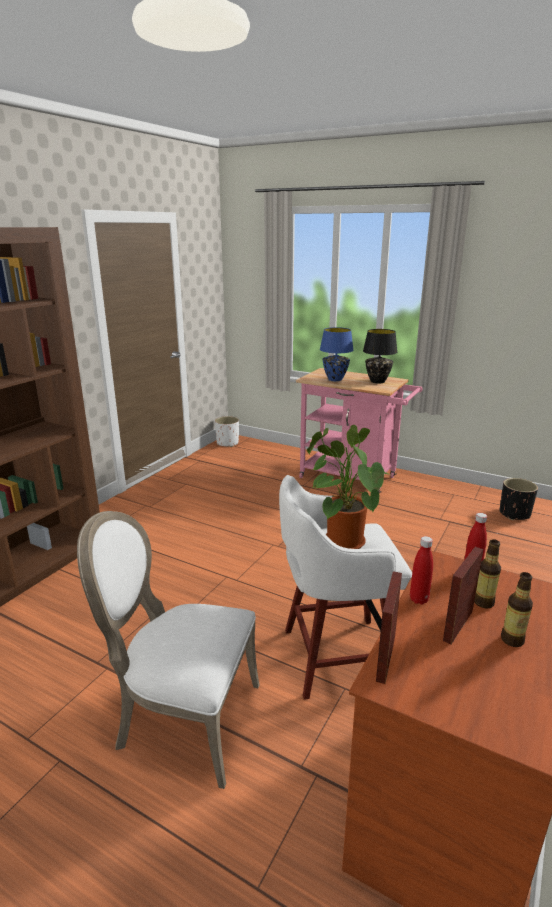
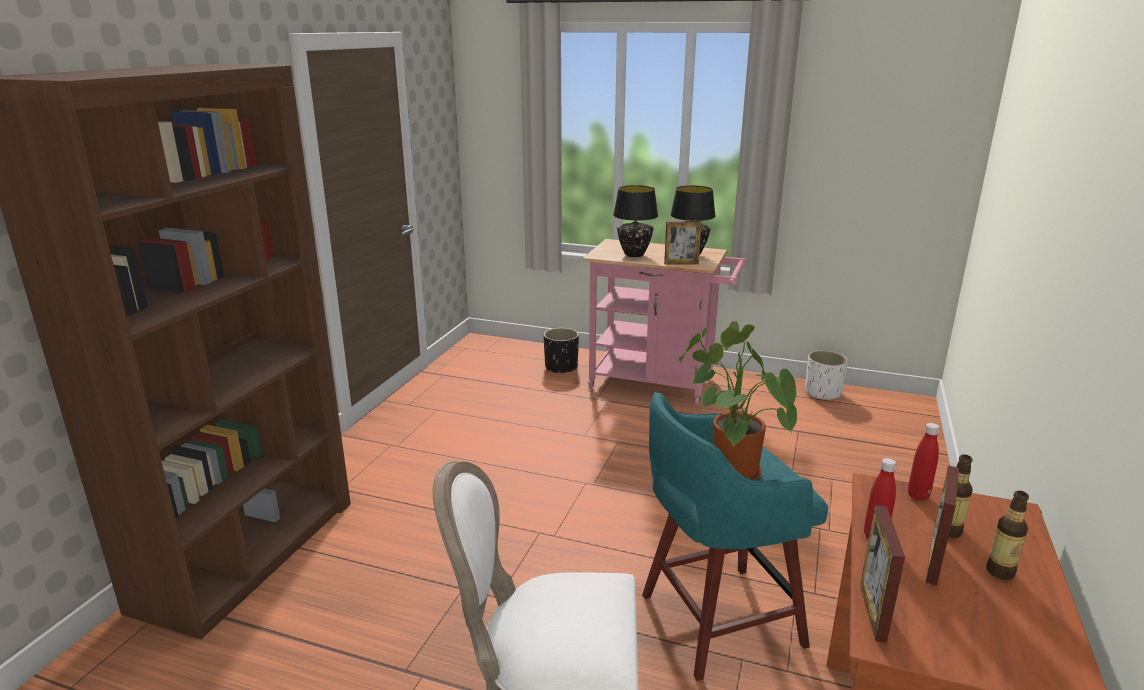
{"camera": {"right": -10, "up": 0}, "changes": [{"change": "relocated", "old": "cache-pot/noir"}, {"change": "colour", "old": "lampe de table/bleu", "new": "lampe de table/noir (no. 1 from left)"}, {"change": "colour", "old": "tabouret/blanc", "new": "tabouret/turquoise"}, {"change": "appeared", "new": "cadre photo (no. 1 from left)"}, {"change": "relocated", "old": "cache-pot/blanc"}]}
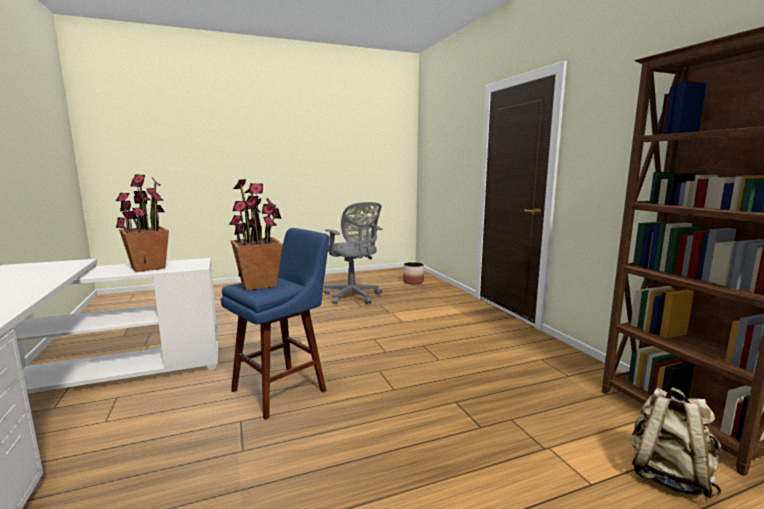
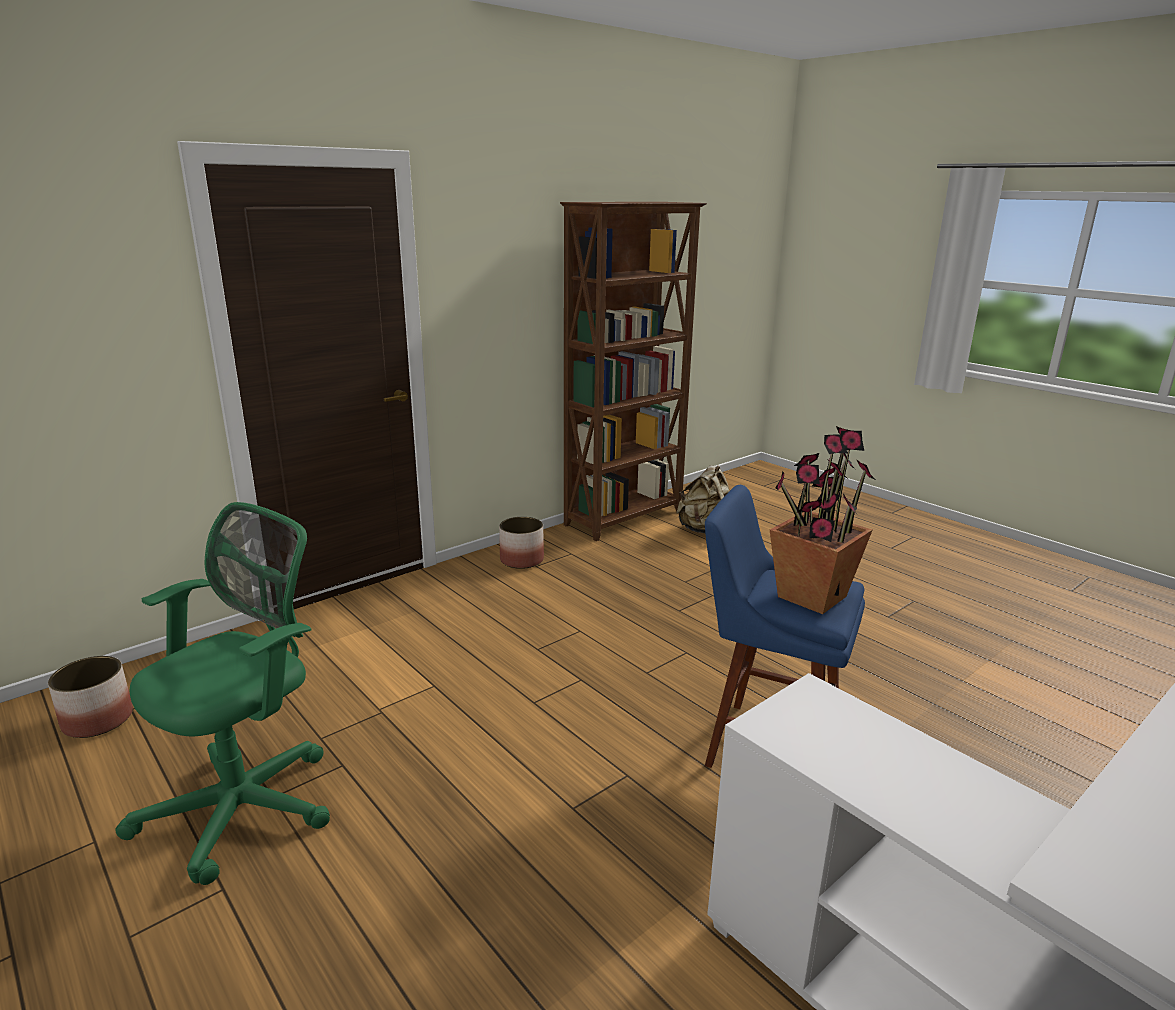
{"camera": {"right": -110, "up": 10}, "changes": [{"change": "colour", "old": "chaise de bureau/gris", "new": "chaise de bureau/vert"}, {"change": "appeared", "new": "cache-pot (no. 2 from left)"}, {"change": "missing", "old": "plante en pot (no. 1 from left)"}]}
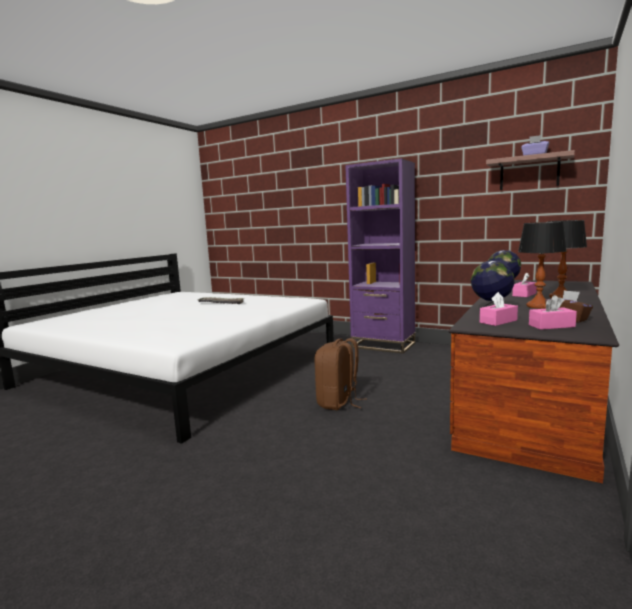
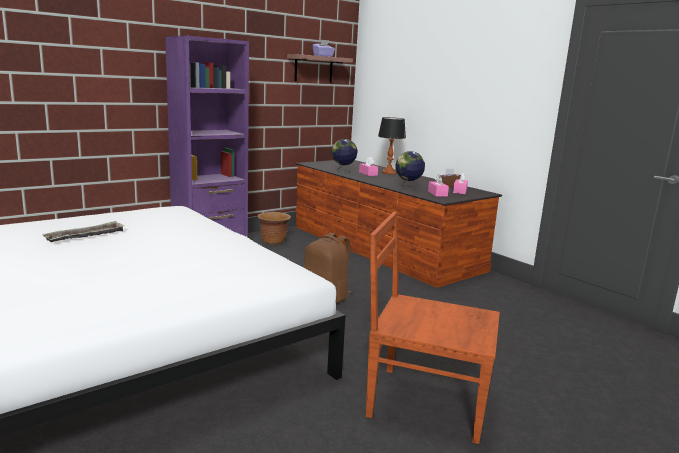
{"camera": {"right": -70, "up": 5}, "changes": [{"change": "appeared", "new": "cache-pot/marron"}, {"change": "appeared", "new": "chaise/marron"}, {"change": "missing", "old": "lampe de table (no. 1 from left)"}]}
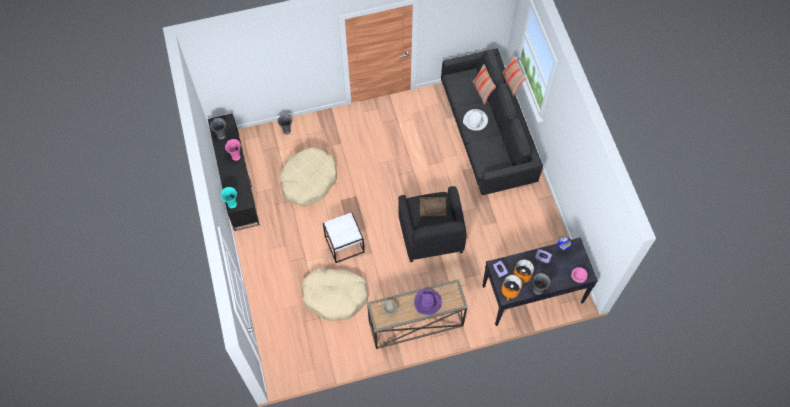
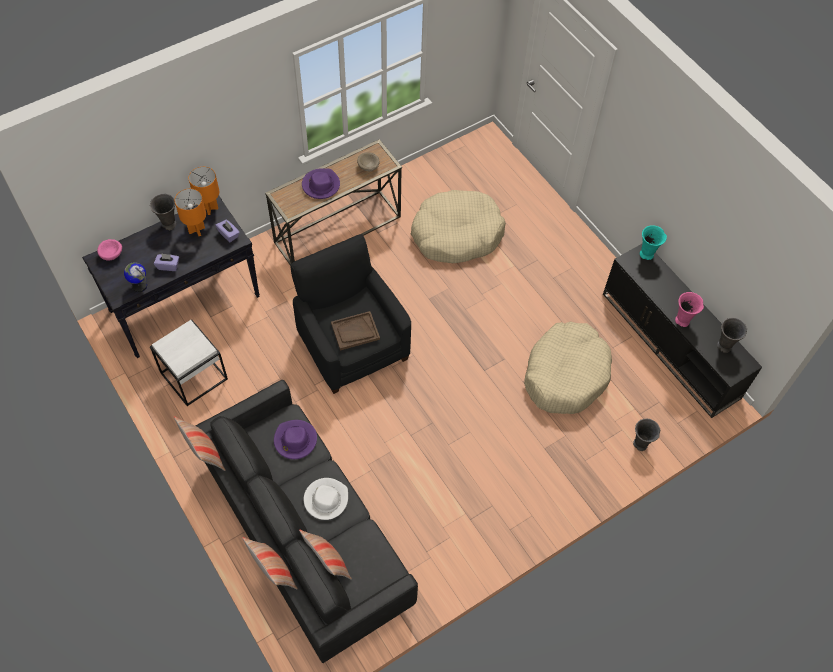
{"camera": {"right": 160, "up": -5}, "changes": [{"change": "relocated", "old": "table d'appoint/blanc"}, {"change": "appeared", "new": "coussin (no. 1 from left)"}, {"change": "appeared", "new": "chapeau/violet (no. 1 from left)"}]}
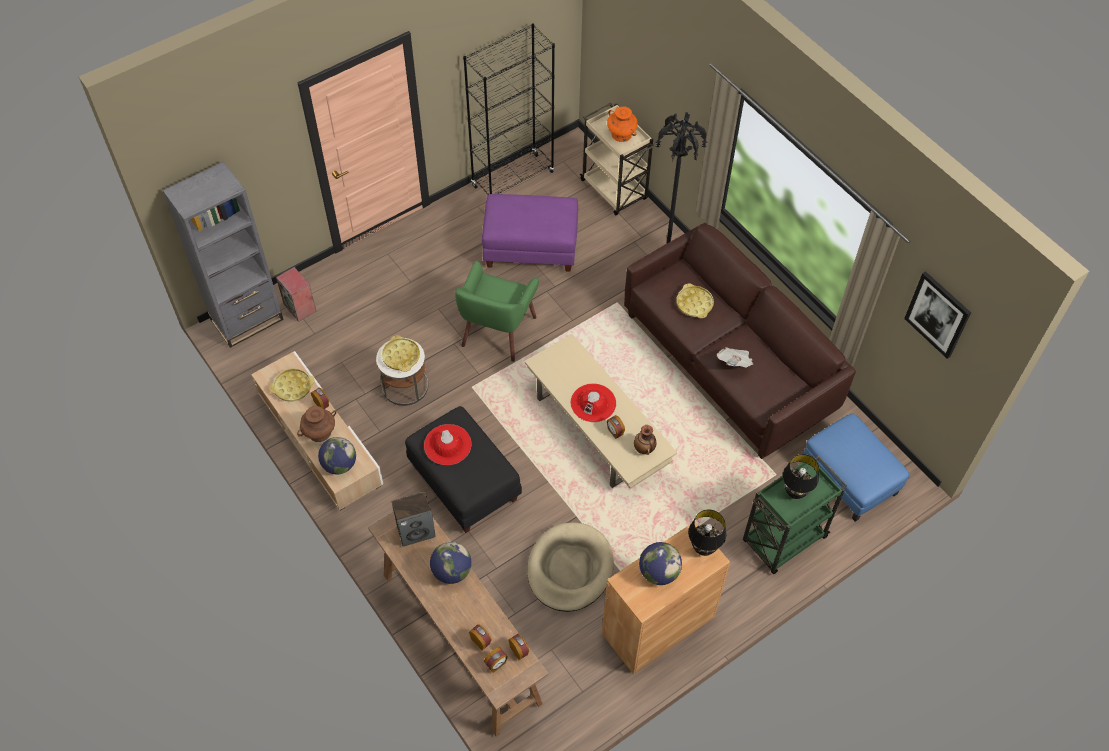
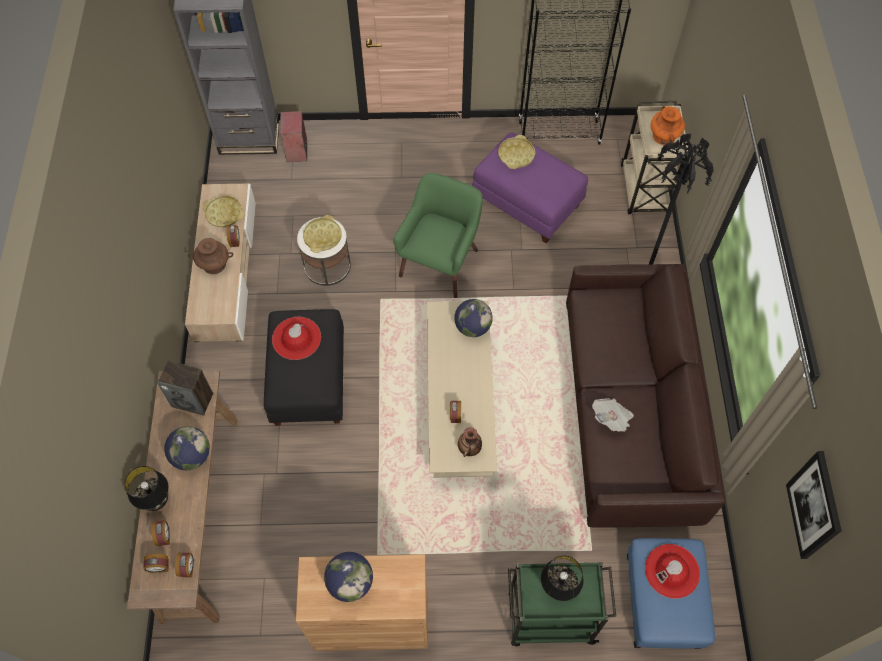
{"camera": {"right": 35, "up": 5}, "changes": [{"change": "relocated", "old": "lampe de table/noir (no. 1 from left)"}, {"change": "spun", "old": "fauteuil/vert", "degrees": 150}, {"change": "relocated", "old": "globe (no. 1 from left in the first image)", "new": "globe (no. 3 from left)"}, {"change": "relocated", "old": "plateau/jaune (no. 3 from left)"}, {"change": "relocated", "old": "chapeau/rouge (no. 2 from left)"}, {"change": "missing", "old": "panier pour chien/beige"}]}
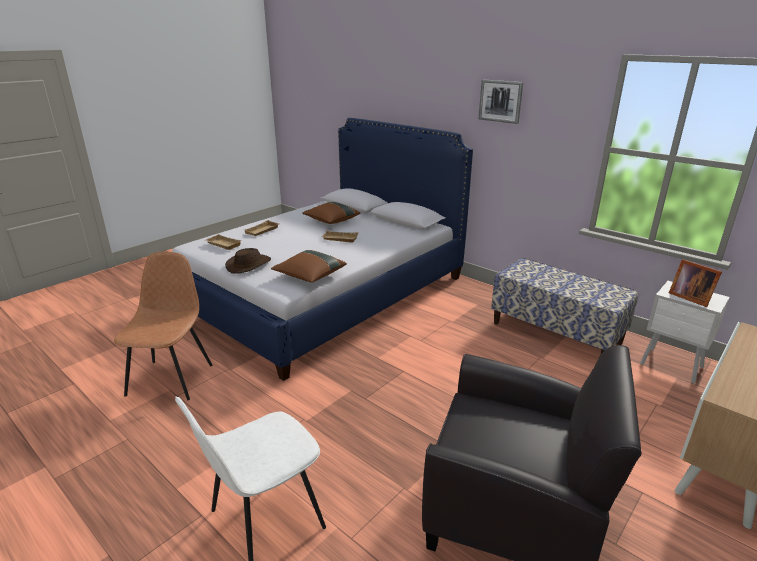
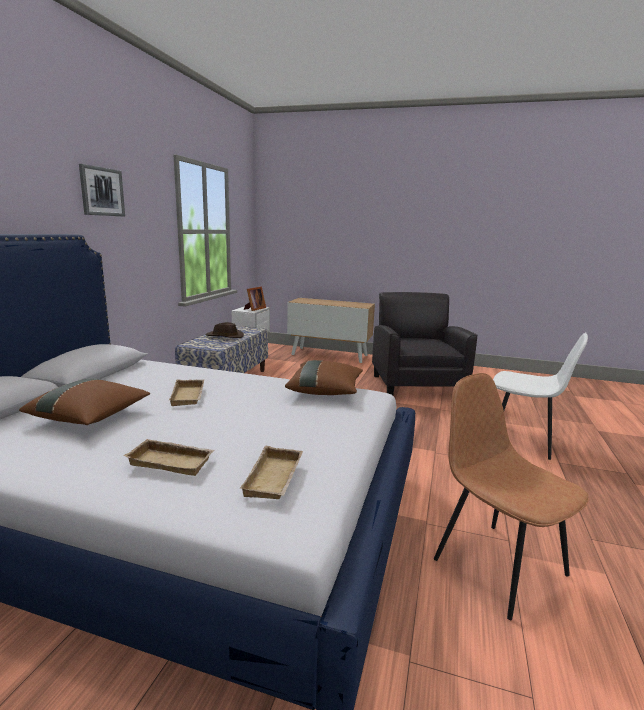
{"camera": {"right": -115, "up": -10}, "changes": [{"change": "relocated", "old": "chapeau/marron"}, {"change": "spun", "old": "chaise/marron", "degrees": 75}]}
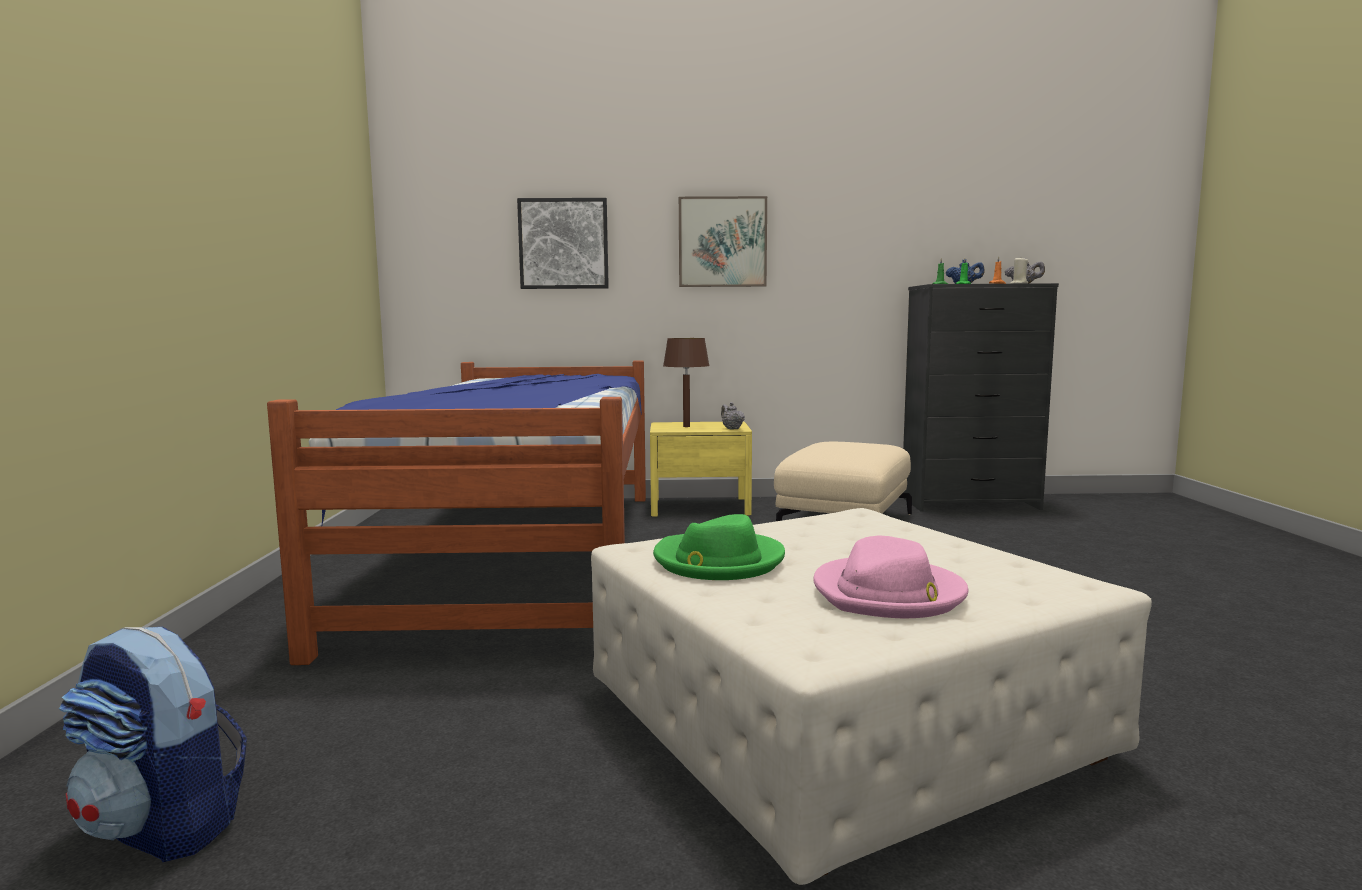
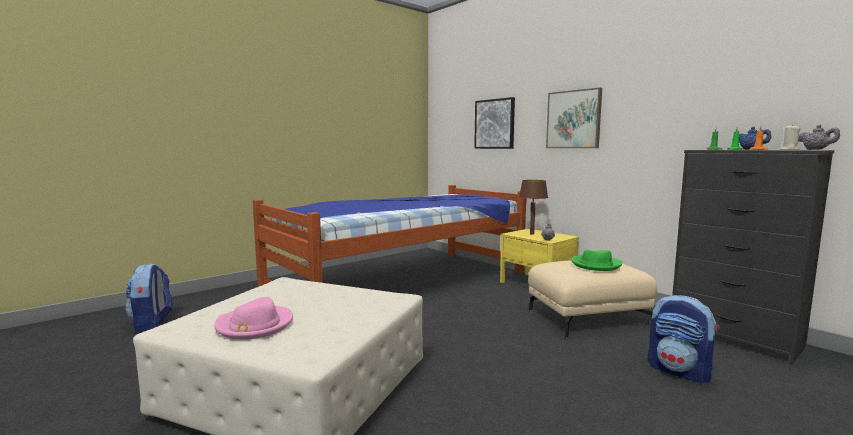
{"camera": {"right": 50, "up": 0}, "changes": [{"change": "relocated", "old": "chapeau/vert"}, {"change": "appeared", "new": "sac à dos (no. 2 from left)"}]}
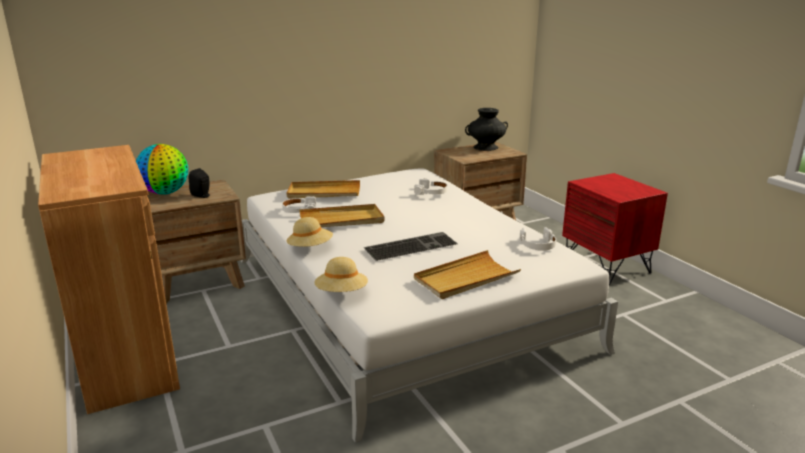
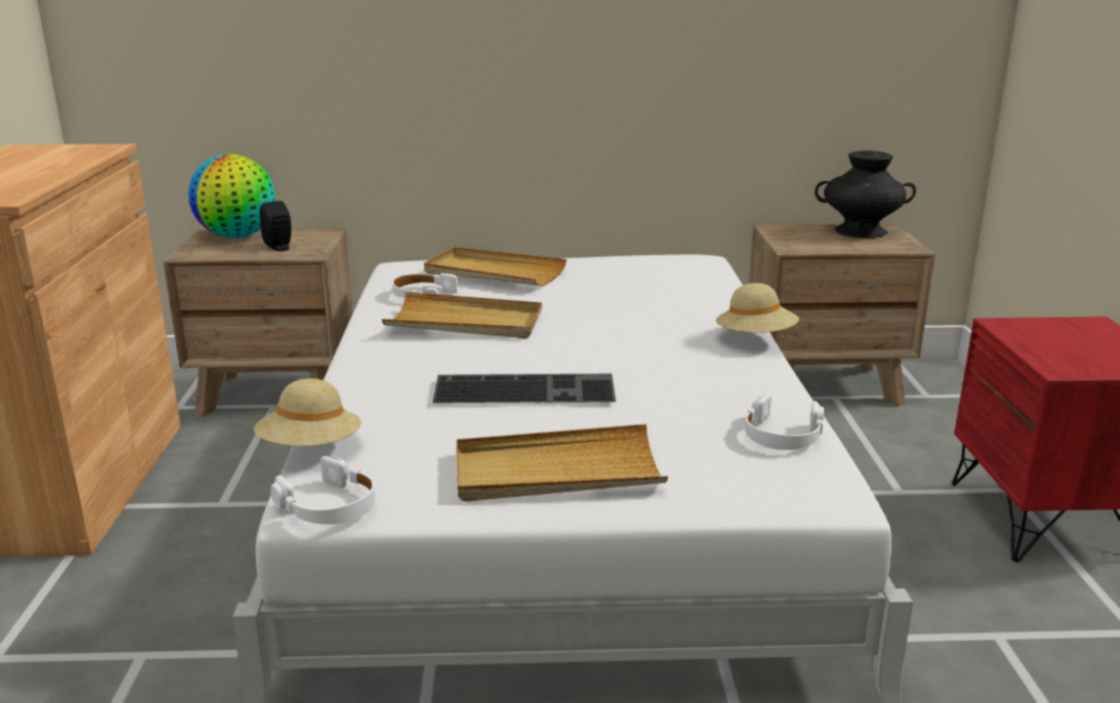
{"camera": {"right": 25, "up": 0}, "changes": [{"change": "relocated", "old": "casque audio/blanc (no. 2 from left in the first image)", "new": "casque audio/blanc (no. 1 from left)"}, {"change": "relocated", "old": "chapeau/beige (no. 1 from left in the first image)", "new": "chapeau/beige (no. 2 from left)"}]}
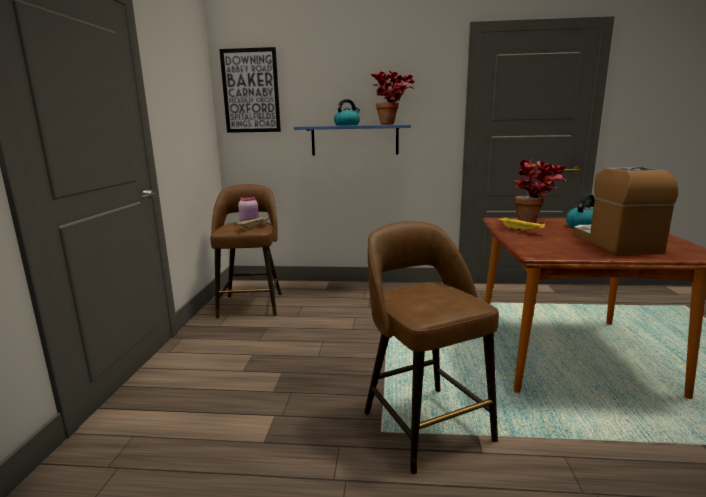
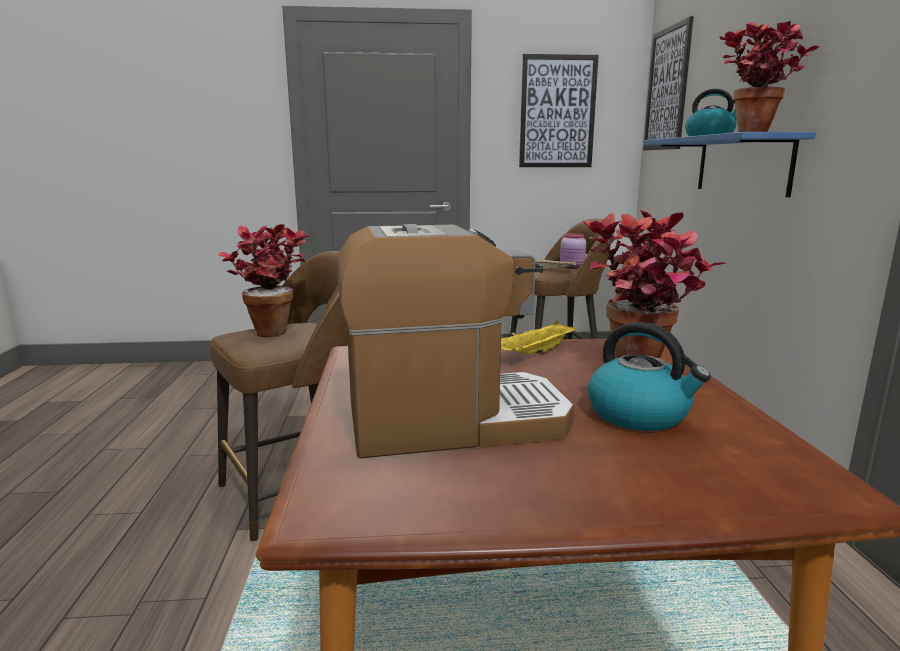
{"camera": {"right": 80, "up": 0}, "changes": [{"change": "appeared", "new": "plante en pot (no. 1 from left)"}, {"change": "appeared", "new": "tableau (no. 1 from left)"}]}
